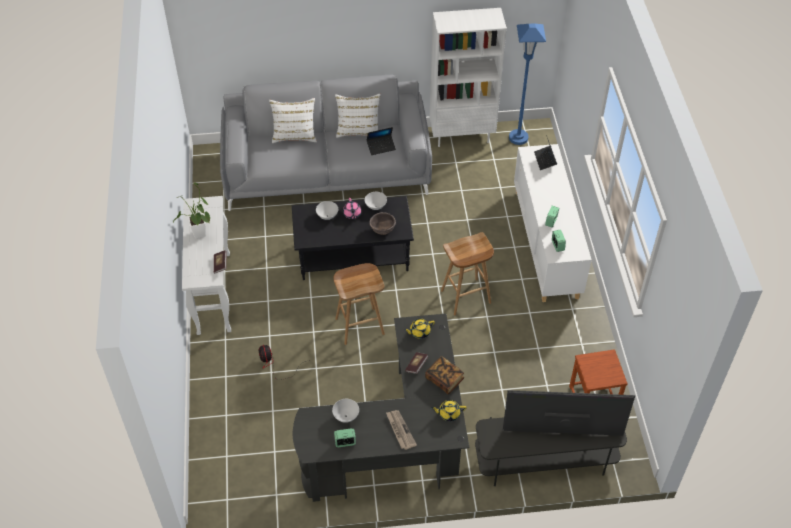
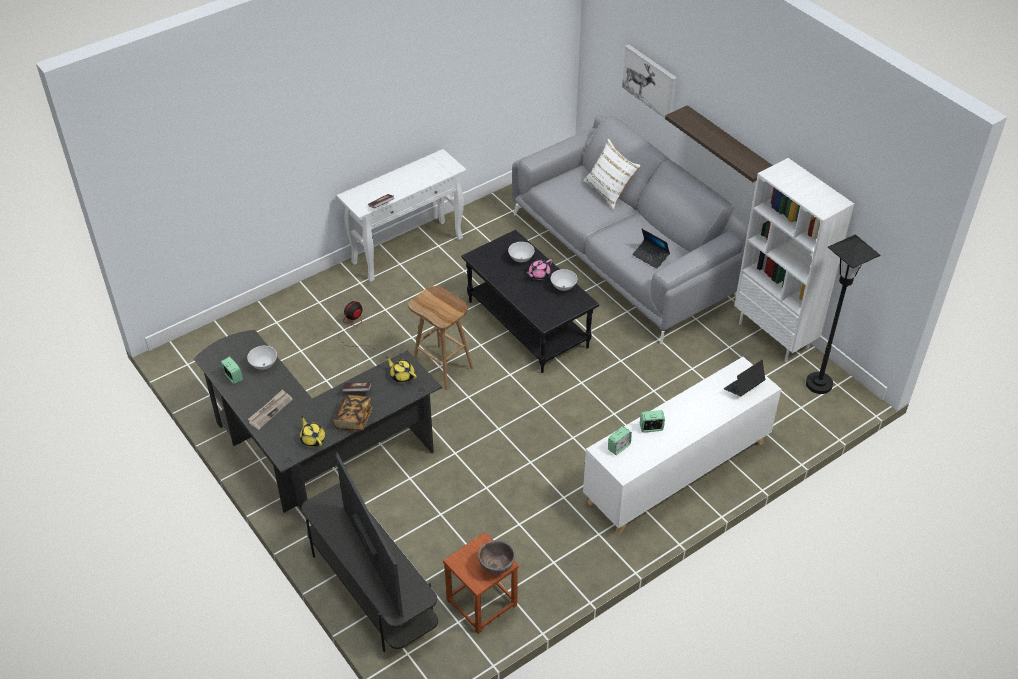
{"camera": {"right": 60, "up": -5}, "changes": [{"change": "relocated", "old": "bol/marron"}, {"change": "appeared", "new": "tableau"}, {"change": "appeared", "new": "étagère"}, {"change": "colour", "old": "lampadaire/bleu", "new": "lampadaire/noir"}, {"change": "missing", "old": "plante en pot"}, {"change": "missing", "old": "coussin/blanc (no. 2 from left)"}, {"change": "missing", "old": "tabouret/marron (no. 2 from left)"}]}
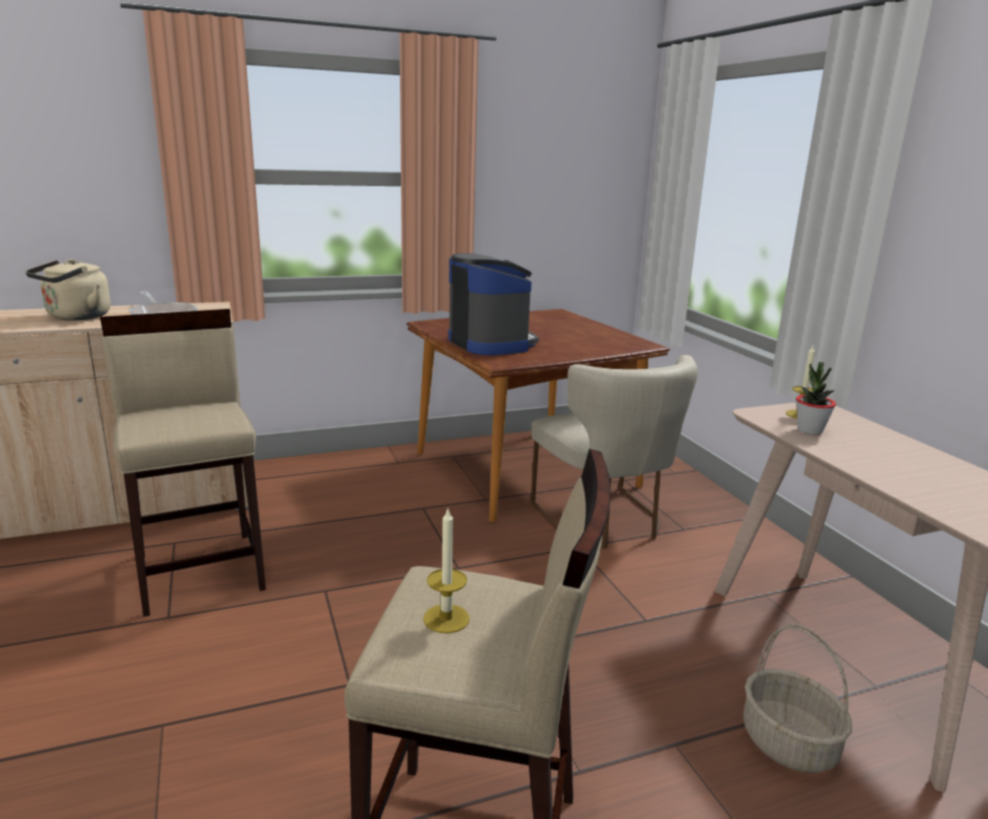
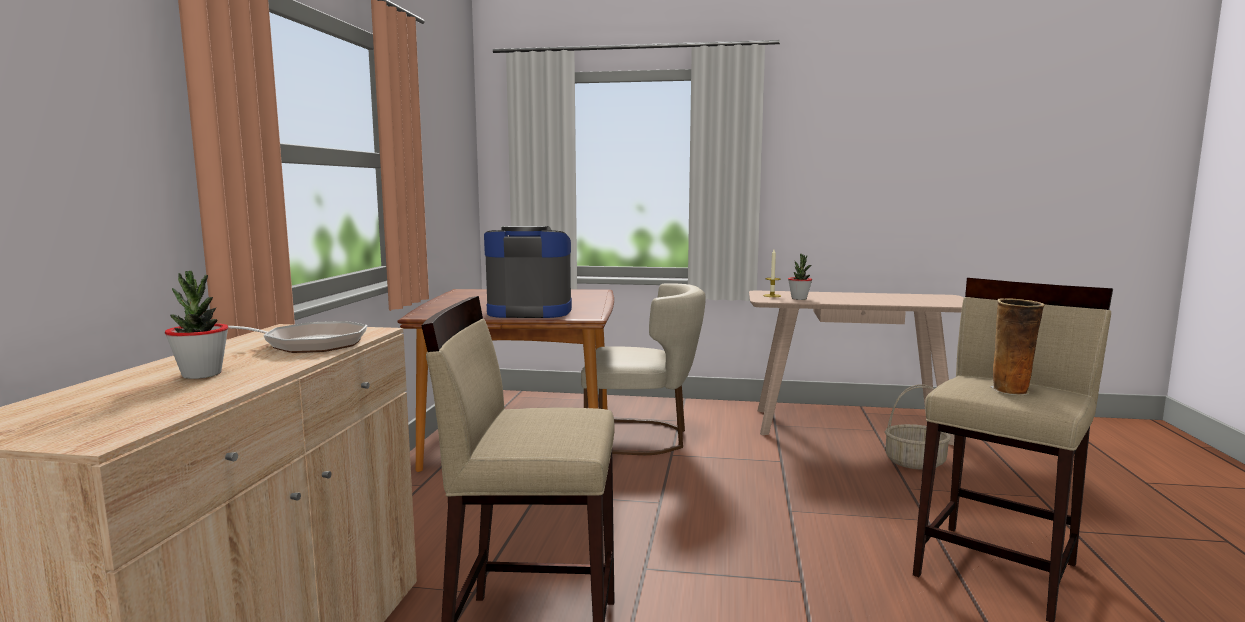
{"camera": {"right": -60, "up": -10}, "changes": [{"change": "exchanged", "old": "bouilloire/beige", "new": "plante en pot (no. 1 from left)"}, {"change": "exchanged", "old": "bougie (no. 1 from left)", "new": "vase"}]}
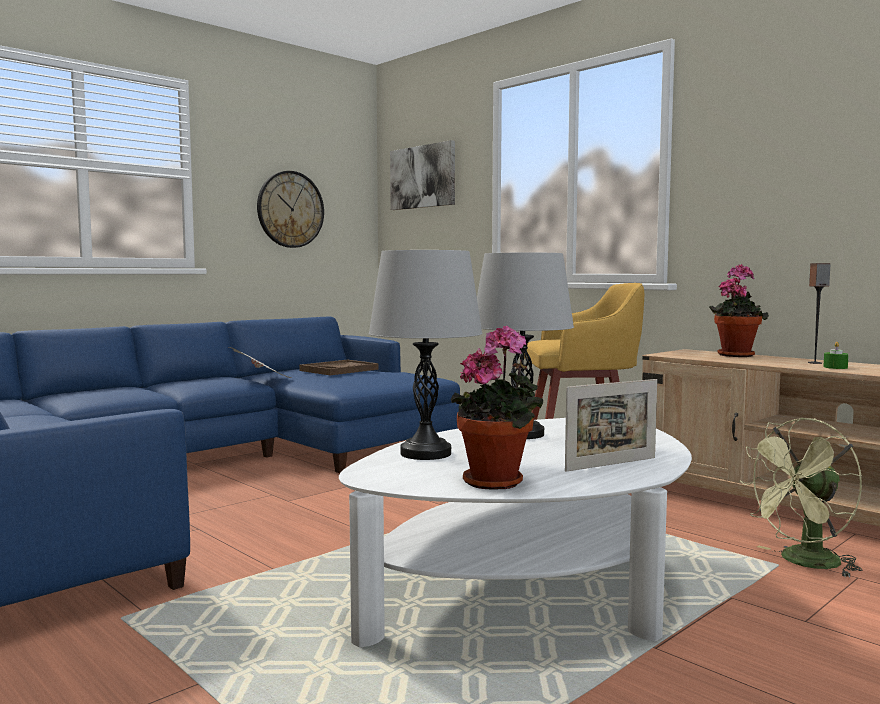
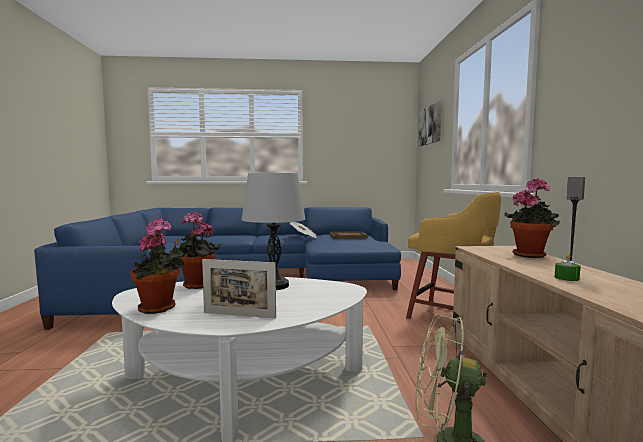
{"camera": {"right": 40, "up": 0}, "changes": [{"change": "exchanged", "old": "lampe de table/gris (no. 1 from left)", "new": "plante en pot (no. 2 from left)"}, {"change": "missing", "old": "horloge murale"}]}
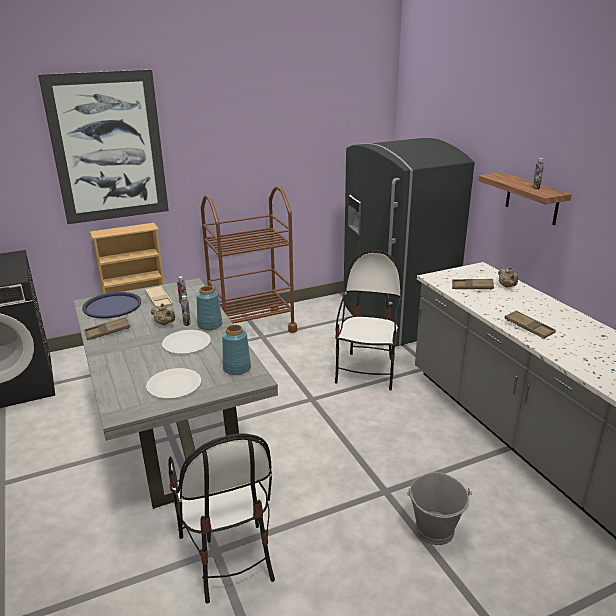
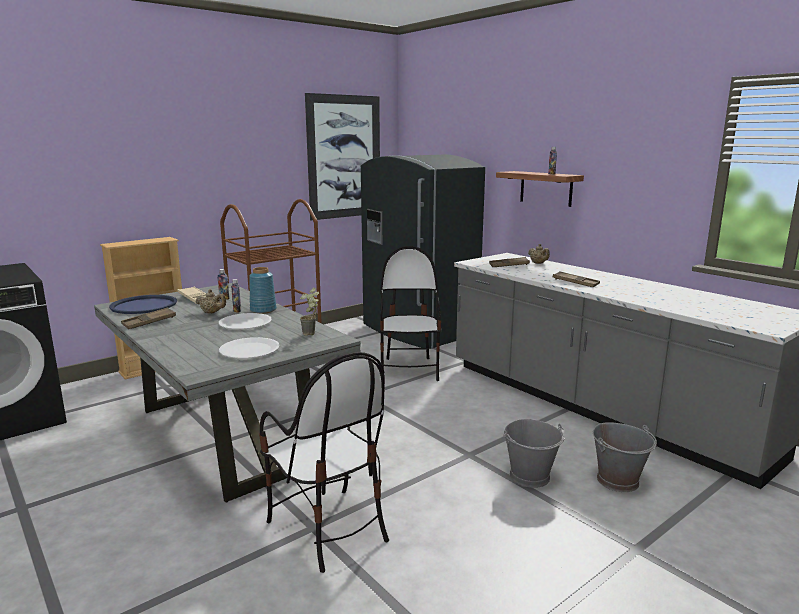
{"camera": {"right": -15, "up": -10}, "changes": [{"change": "exchanged", "old": "vase/bleu (no. 2 from left)", "new": "plante en pot"}, {"change": "relocated", "old": "tableau"}, {"change": "appeared", "new": "seau/gris (no. 2 from left)"}]}
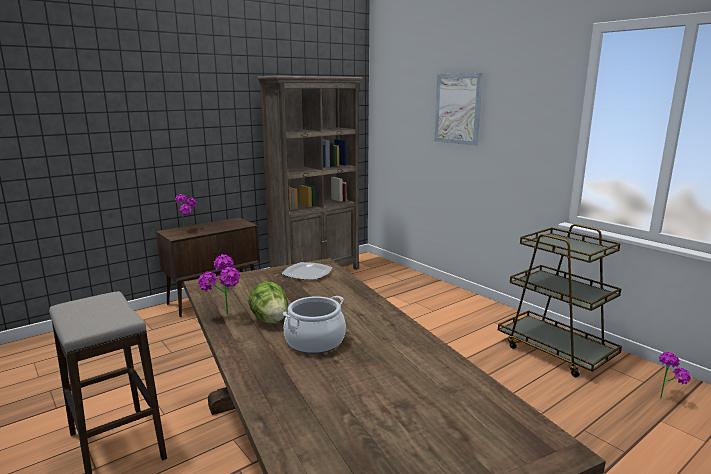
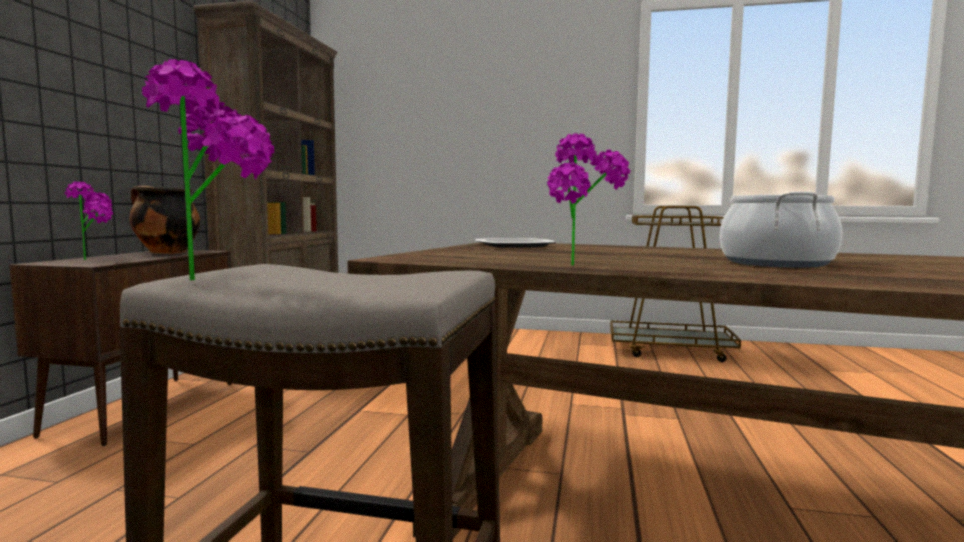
{"camera": {"right": -40, "up": -10}, "changes": [{"change": "appeared", "new": "marmite (no. 1 from left)"}, {"change": "relocated", "old": "plante en pot (no. 3 from left in the first image)", "new": "plante en pot (no. 2 from left)"}, {"change": "missing", "old": "laitue"}, {"change": "missing", "old": "tableau"}]}
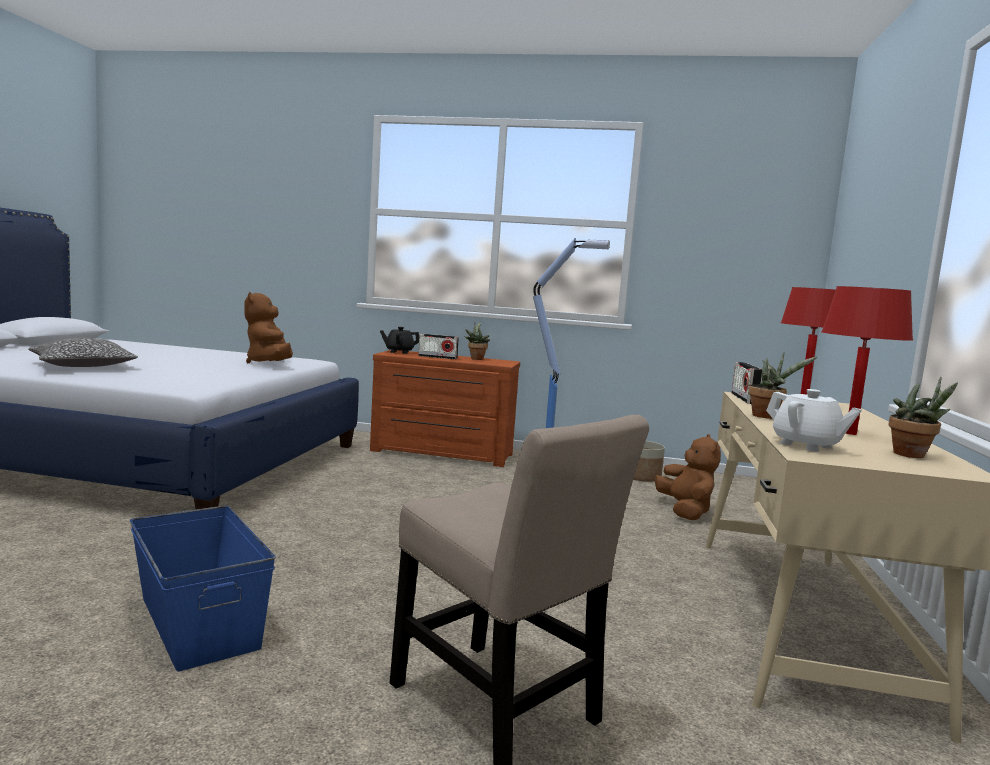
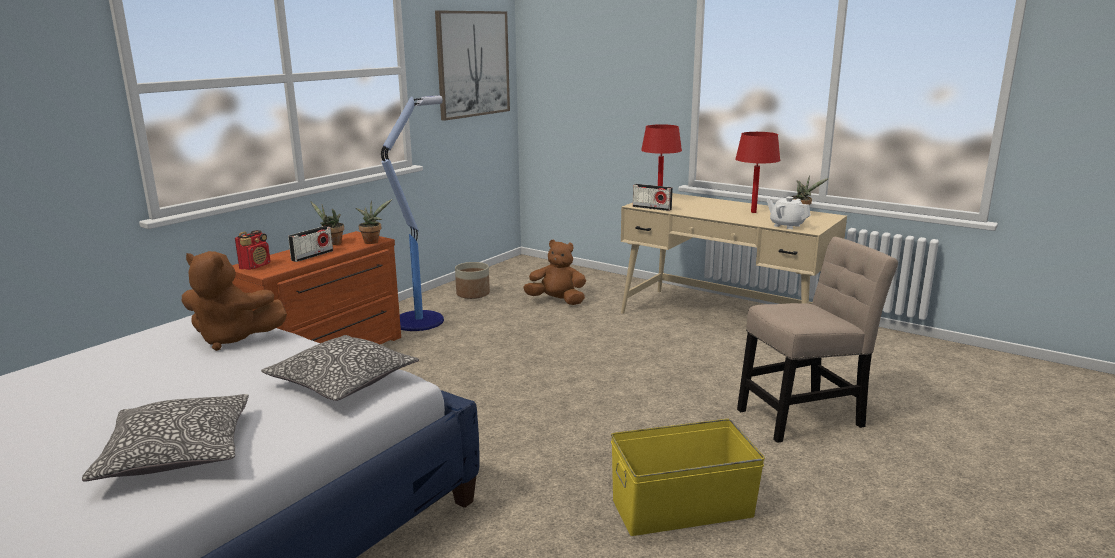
{"camera": {"right": -65, "up": 10}, "changes": [{"change": "exchanged", "old": "théière/noir", "new": "radio (no. 1 from left)"}, {"change": "appeared", "new": "coussin (no. 2 from left)"}, {"change": "relocated", "old": "plante en pot (no. 2 from left)"}, {"change": "appeared", "new": "tableau"}, {"change": "colour", "old": "boîte de rangement/bleu", "new": "boîte de rangement/jaune"}, {"change": "spun", "old": "théière/blanc", "degrees": -120}]}
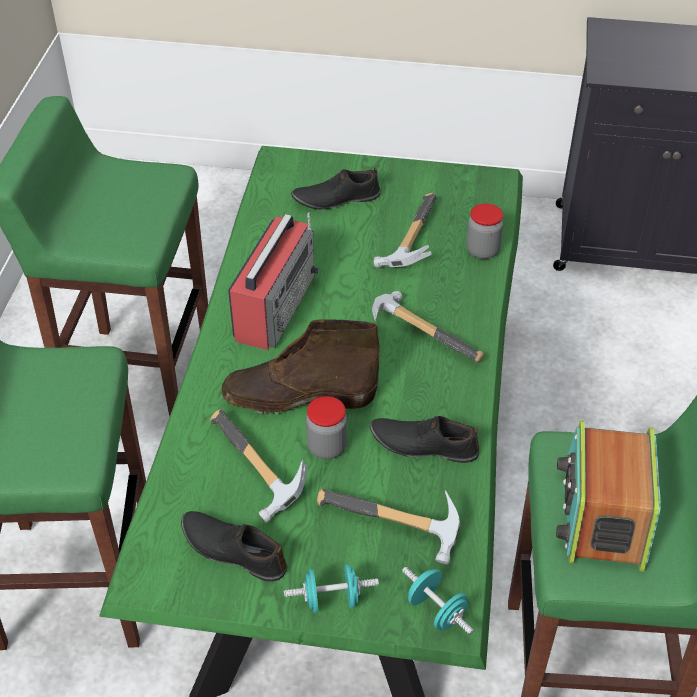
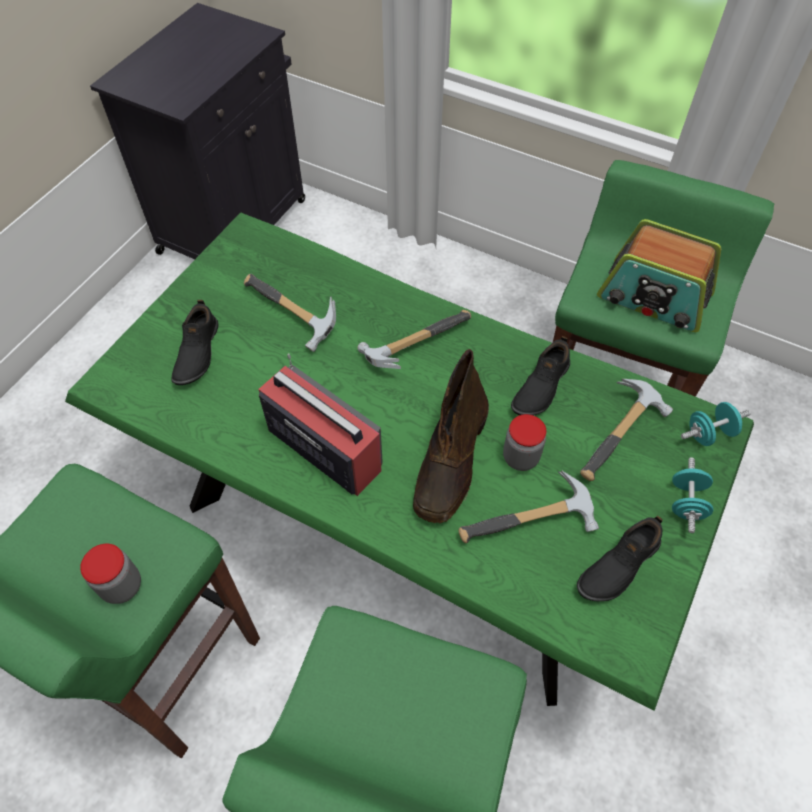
{"camera": {"right": -70, "up": 10}, "changes": [{"change": "relocated", "old": "bocal (no. 2 from left in the first image)", "new": "bocal (no. 1 from left)"}]}
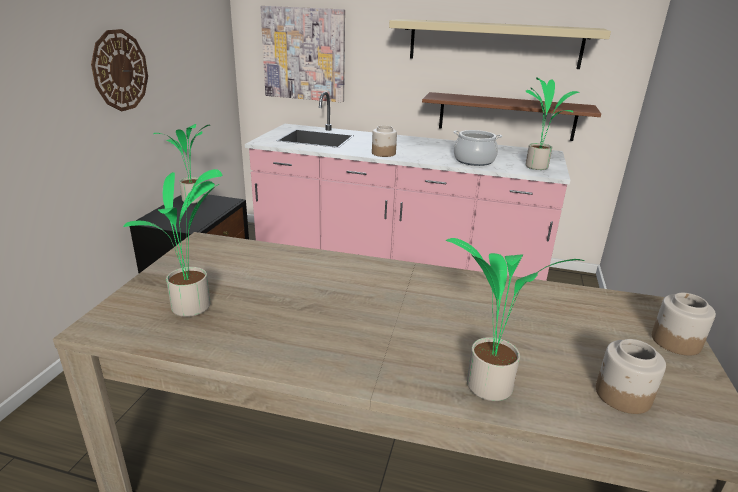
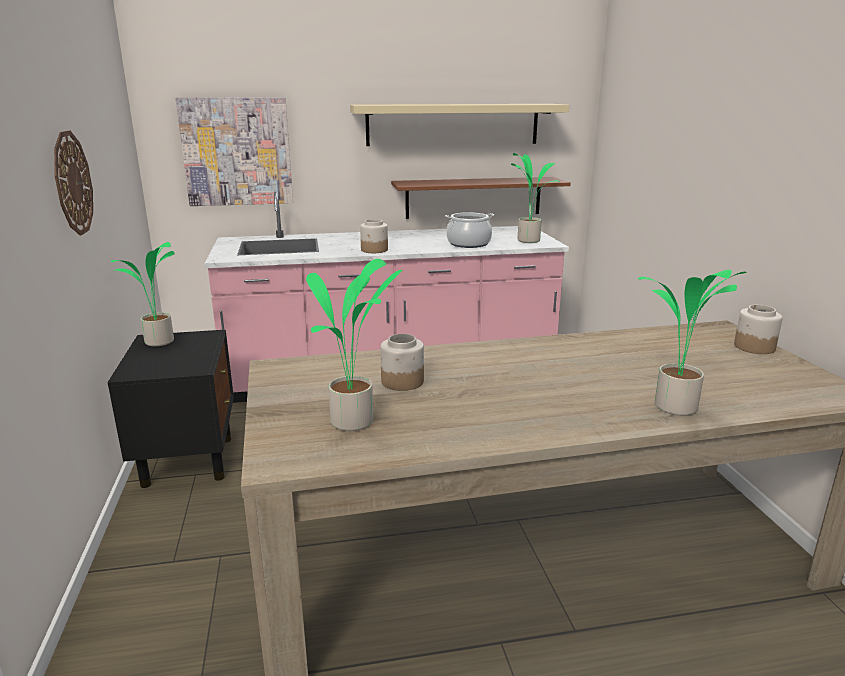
{"camera": {"right": -25, "up": -5}, "changes": [{"change": "relocated", "old": "bocal (no. 2 from left)"}]}
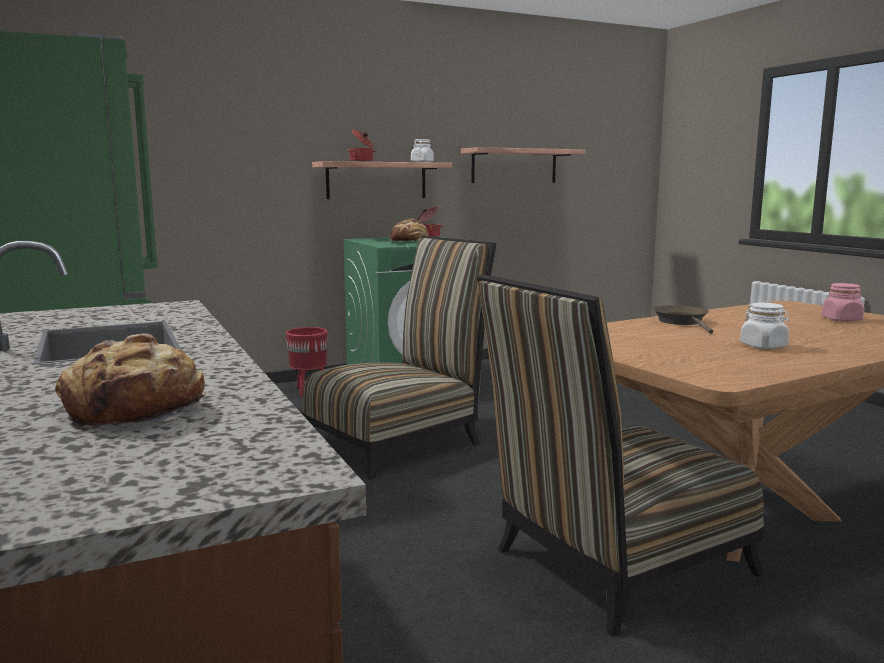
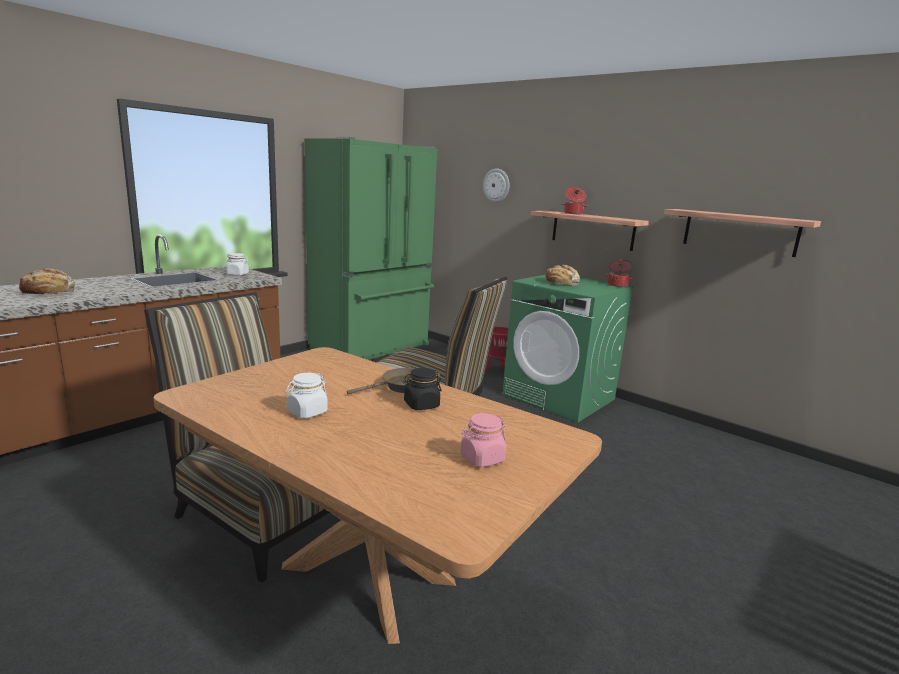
{"camera": {"right": 65, "up": 5}, "changes": [{"change": "relocated", "old": "bocal/blanc (no. 1 from left)"}, {"change": "appeared", "new": "bocal/noir"}, {"change": "appeared", "new": "horloge murale"}]}
